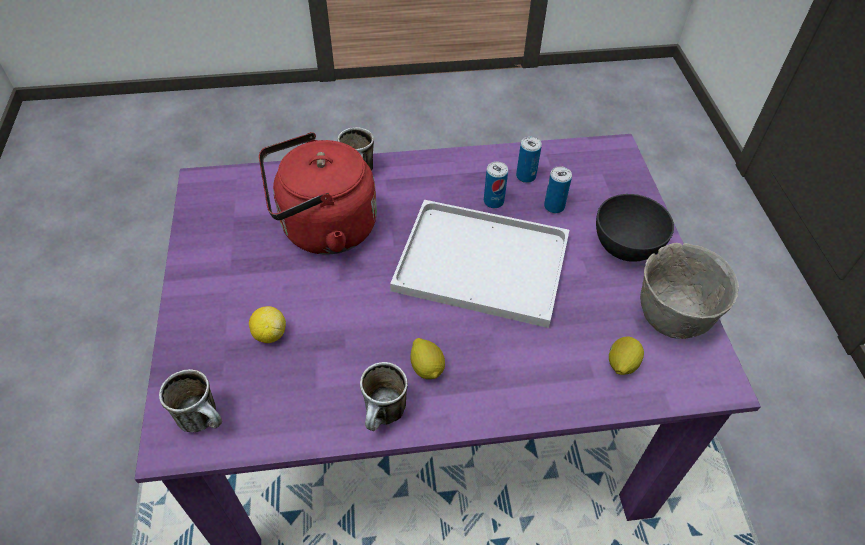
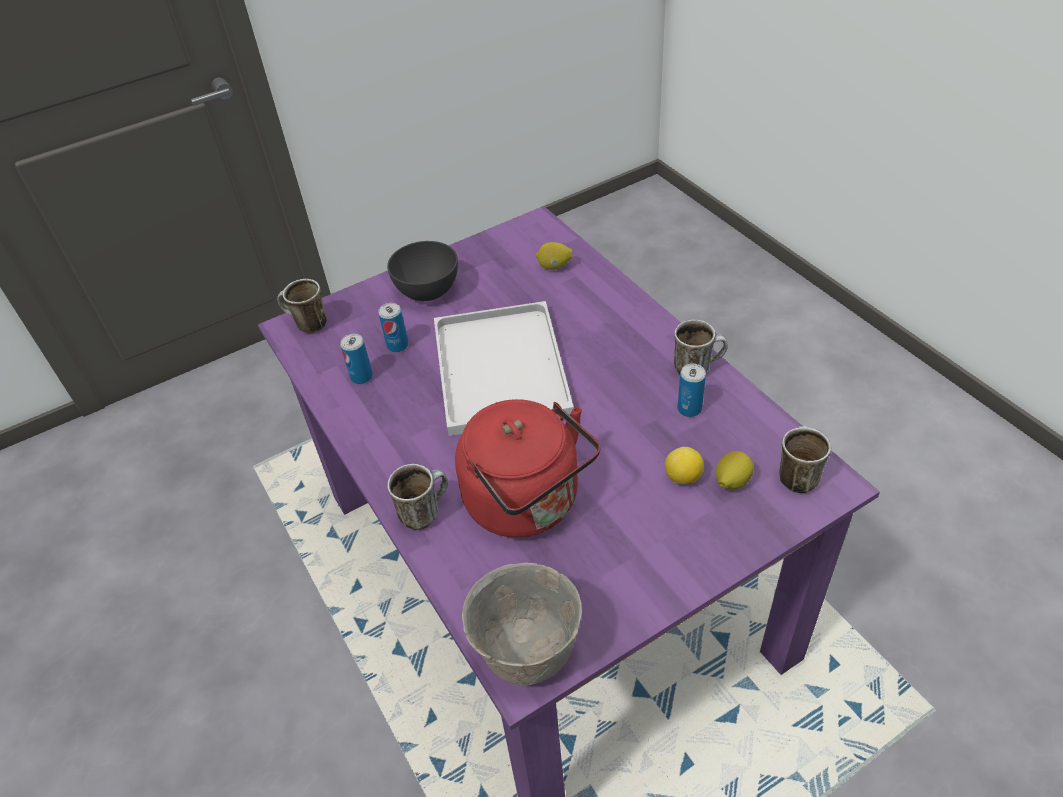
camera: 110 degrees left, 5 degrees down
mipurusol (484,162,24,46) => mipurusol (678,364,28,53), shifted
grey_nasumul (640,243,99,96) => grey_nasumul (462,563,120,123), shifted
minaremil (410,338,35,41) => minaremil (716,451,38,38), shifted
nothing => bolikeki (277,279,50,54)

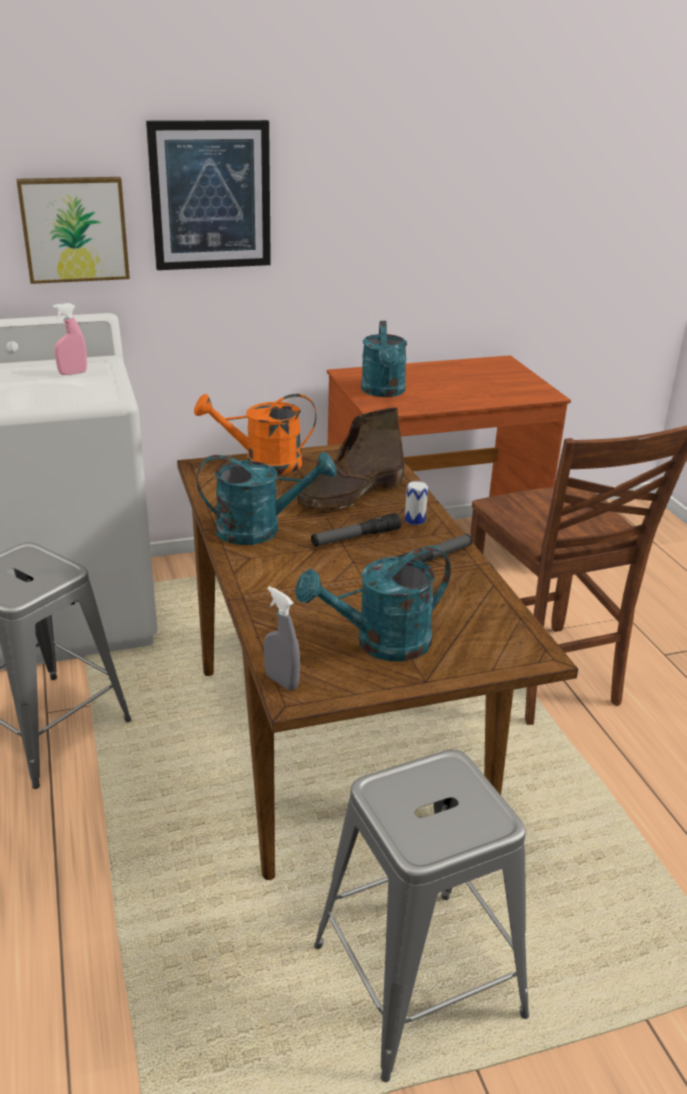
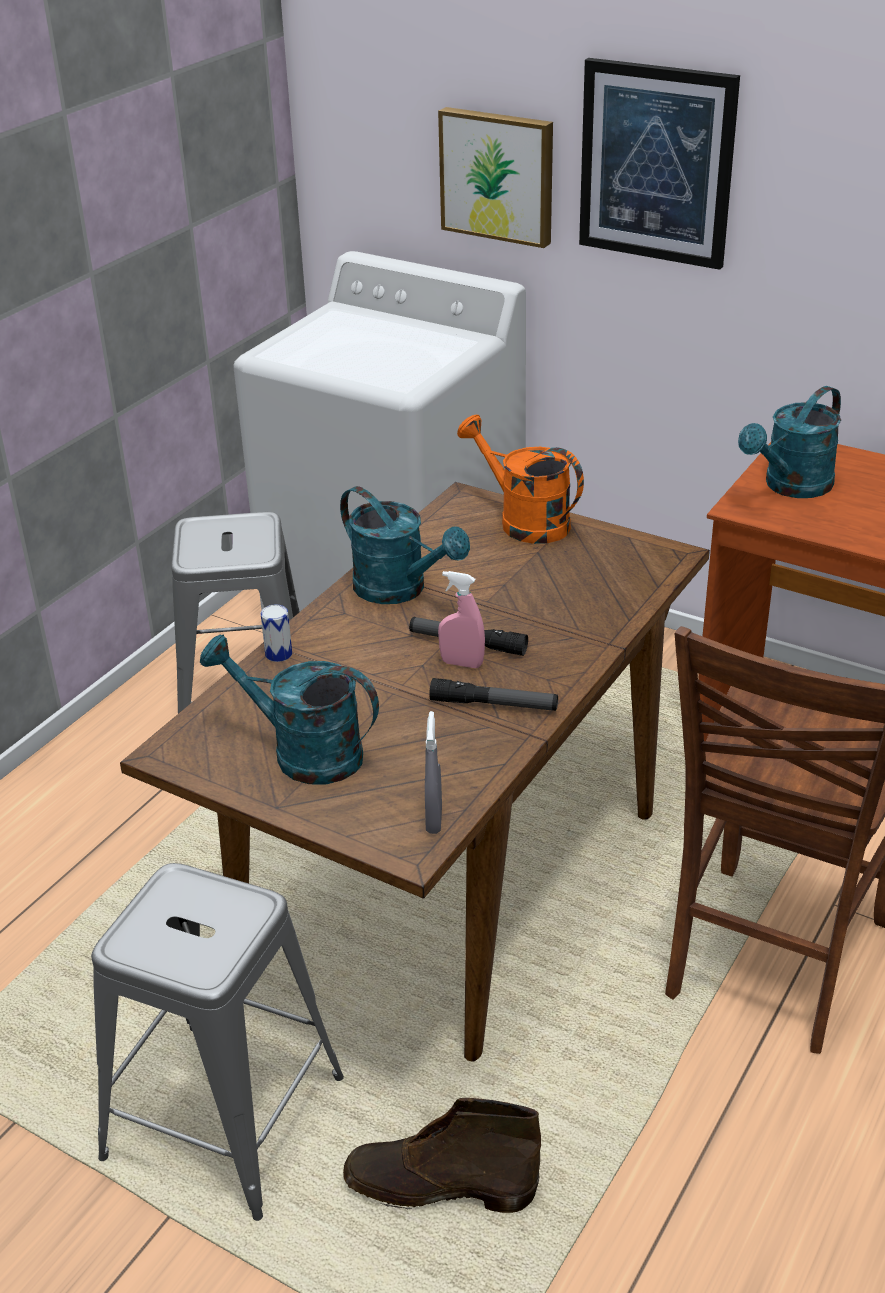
camera: 50 degrees right, 5 degrees up
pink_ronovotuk (53,303,34,72) => pink_ronovotuk (438,571,47,97), shifted
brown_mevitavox (297,407,107,103) => brown_mevitavox (343,1098,198,115), shifted
mipurusol (405,481,23,44) => mipurusol (261,604,31,58), shifted
grey_ronovotuk (263,586,37,104) => grey_ronovotuk (425,711,17,123), shifted

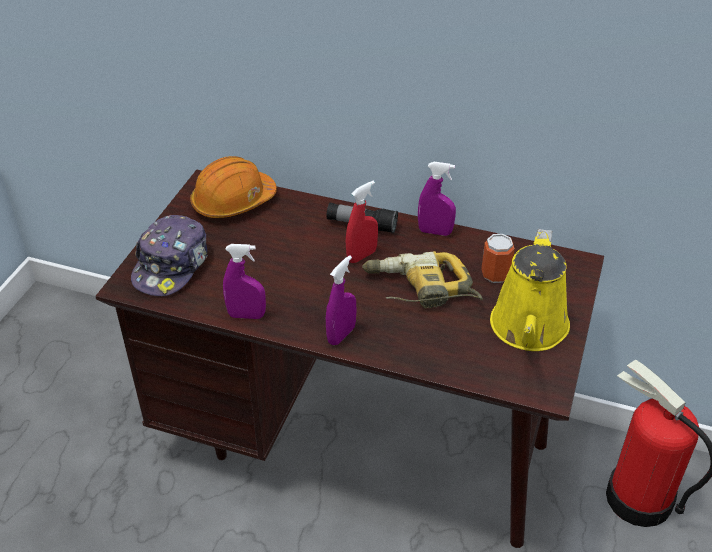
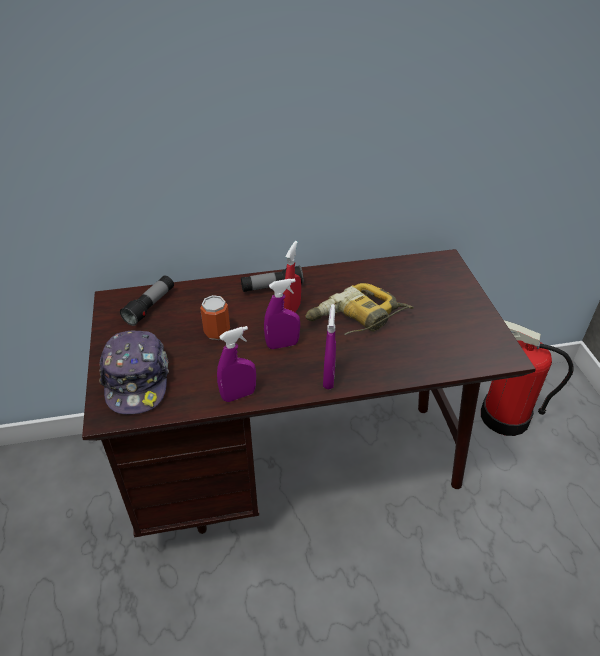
camera: 30 degrees left, 0 degrees up
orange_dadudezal (190,156,87,62) => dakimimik (120,275,54,51)
purple_ronovotuk (418,162,38,74) => purple_ronovotuk (264,278,36,71), shifted
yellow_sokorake (490,229,80,122) => nothing
mipurusol (481,234,34,49) => mipurusol (200,295,30,45), shifted

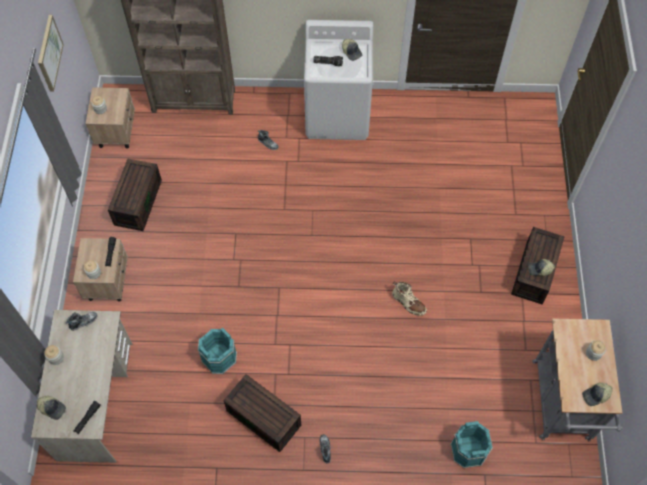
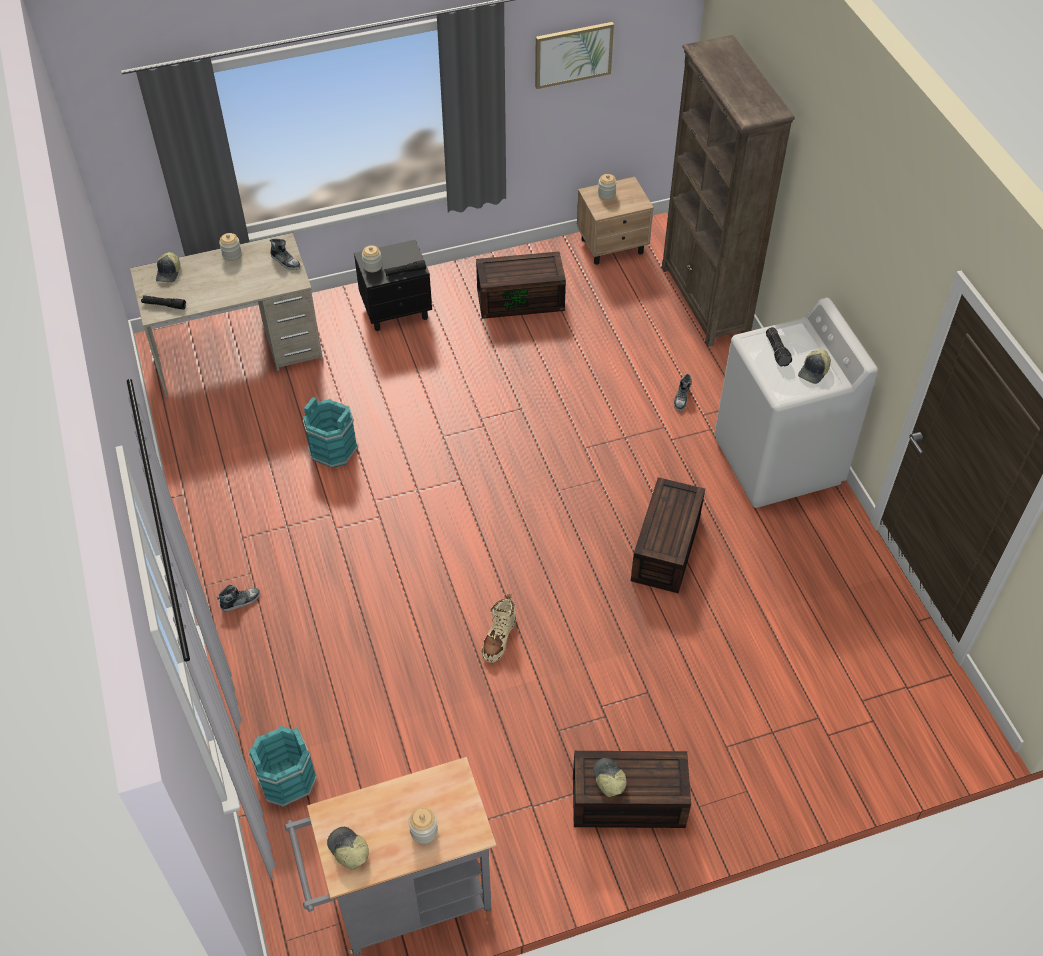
camera: 70 degrees right, 10 degrees down
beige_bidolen (73,238,55,64) => black_bidolen (354,240,78,91)
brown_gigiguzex (223,374,78,78) => brown_gigiguzex (631,477,74,116), shifted

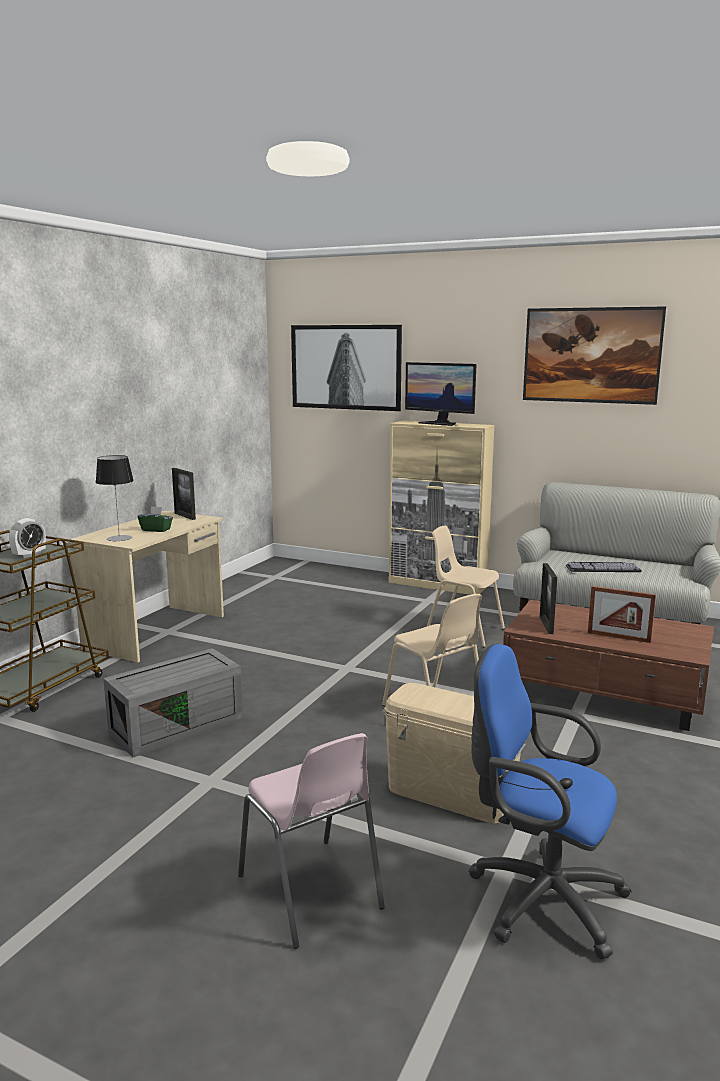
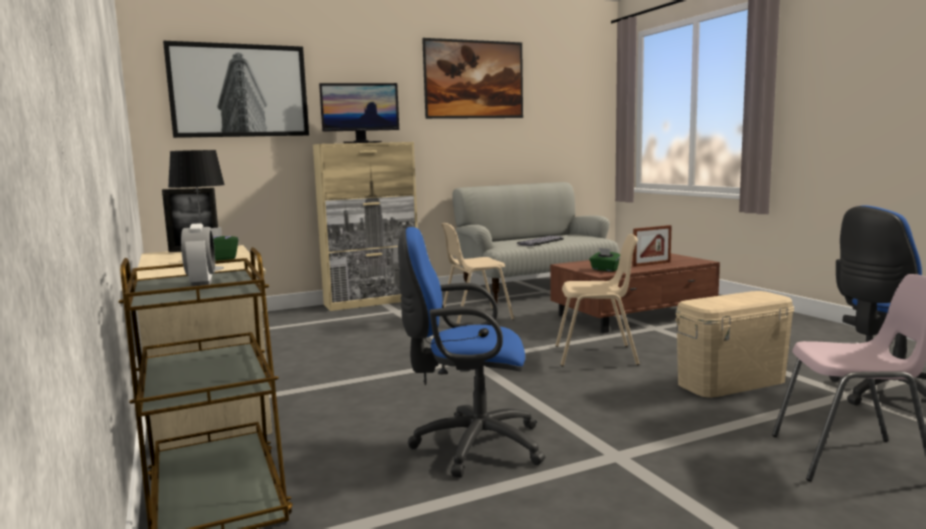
camera: 50 degrees left, 5 degrees down
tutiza (540,563,17,71) => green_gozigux (589,248,31,24)
grey_gigiguzex (103,648,140,109) => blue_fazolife (398,227,147,250)

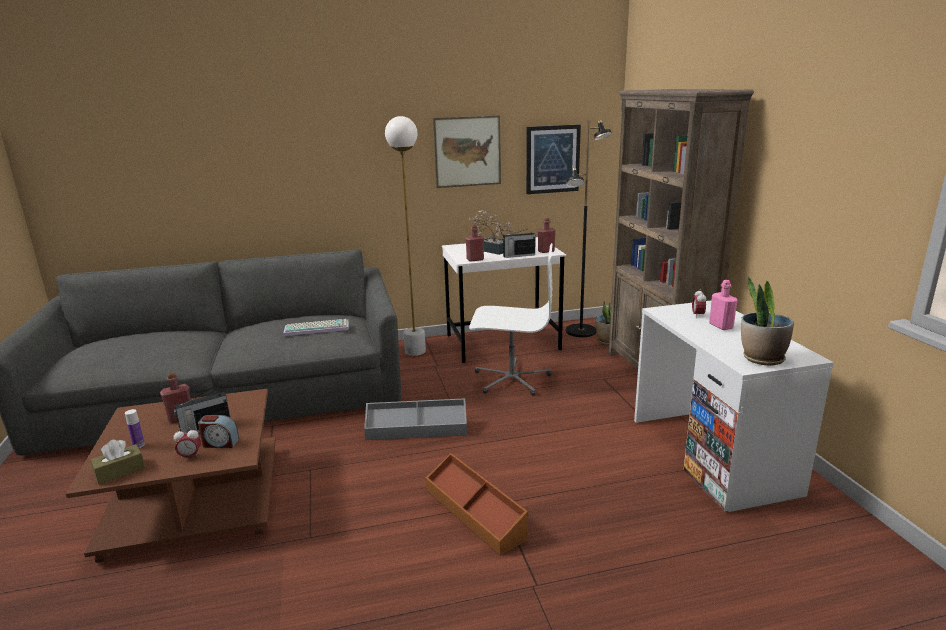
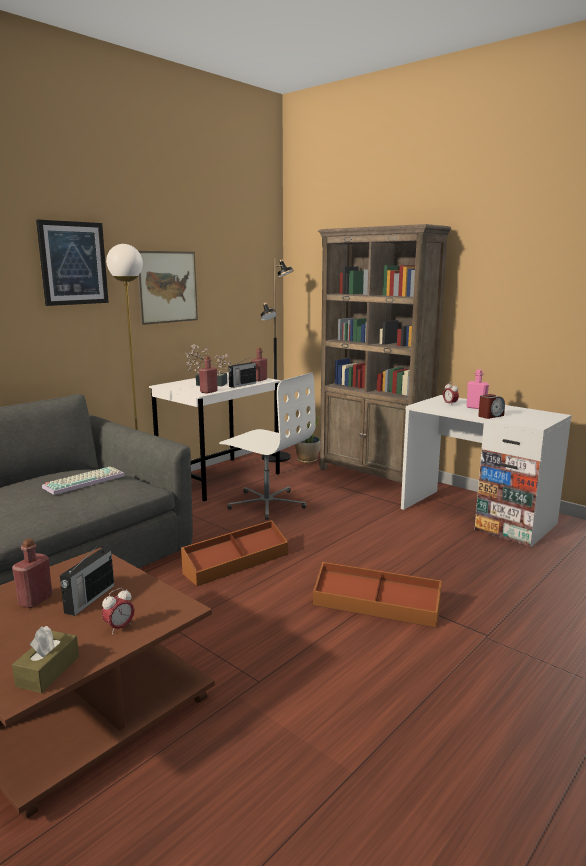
camera: 35 degrees left, 5 degrees down
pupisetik (526,124,55,70) => pupisetik (36,220,73,86), shifted
white_fazolife (469,243,84,153) => white_fazolife (219,372,97,148), 60 degrees clockwise
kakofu (741,277,53,89) => nothing
grey_gigiguzex (364,398,103,42) => brown_gigiguzex (181,520,107,66)
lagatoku (125,409,20,39) => nothing
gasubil (198,415,41,33) => gasubil (478,394,27,25), shifted

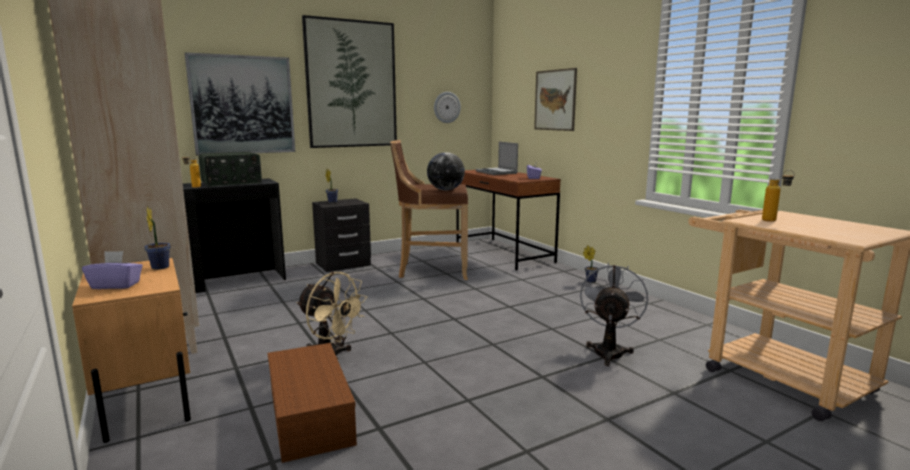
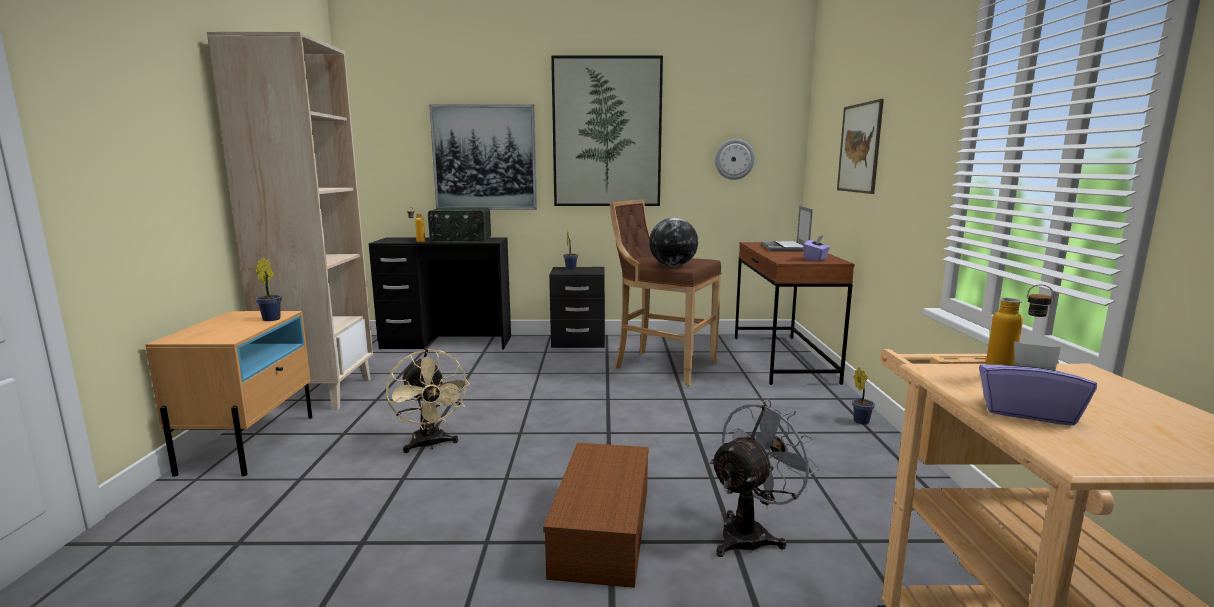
camera: 30 degrees right, 0 degrees up
purple_gozigux (82,251,61,38) => purple_gozigux (979,341,118,85), shifted
brown_gigiguzex (267,343,90,120) => brown_gigiguzex (543,443,106,145), shifted

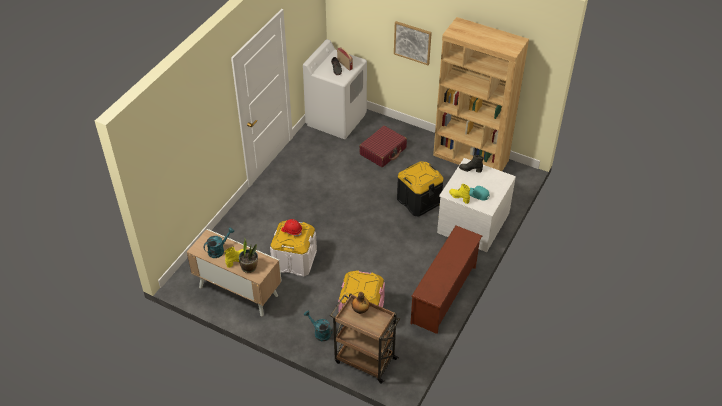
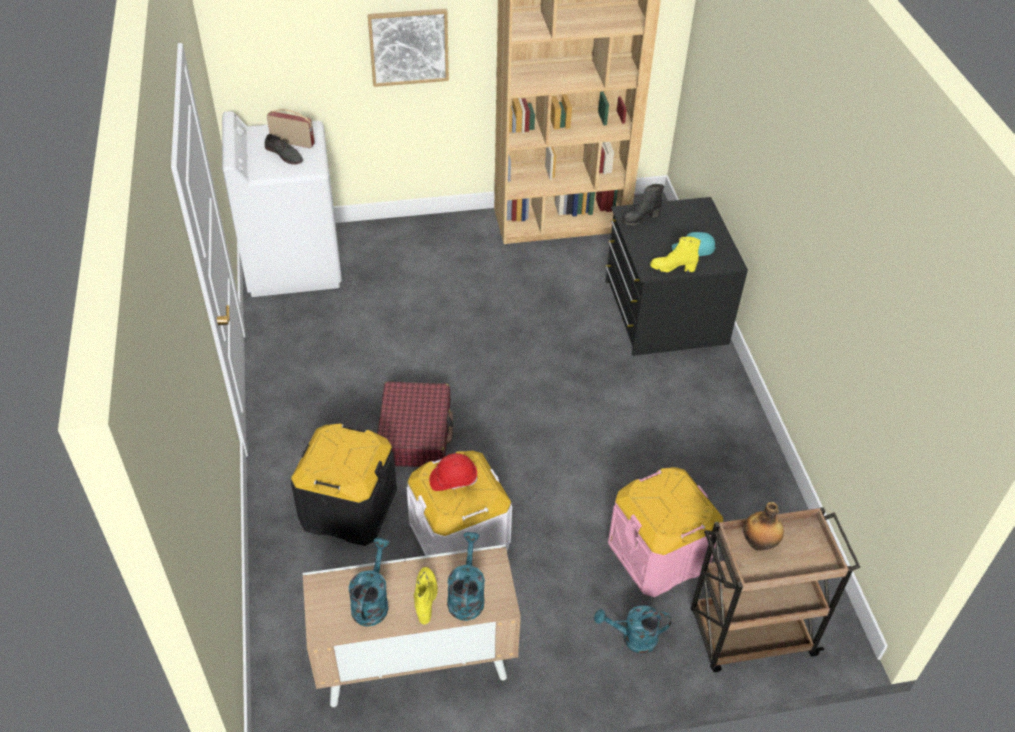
camera: 40 degrees left, 0 degrees up
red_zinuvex (359,126,48,41) => red_zinuvex (377,382,76,85), shifted
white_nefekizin (437,158,79,94) => black_nefekizin (605,197,143,159)
black_gigiguzex (397,161,47,56) => black_gigiguzex (291,423,106,123), shifted
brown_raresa (410,225,72,109) => nothing
kakofu (239,238,19,35) => turquoise_sokorake (447,532,38,89)

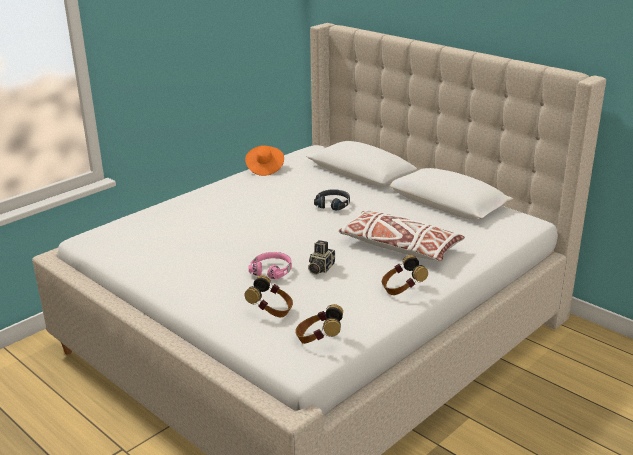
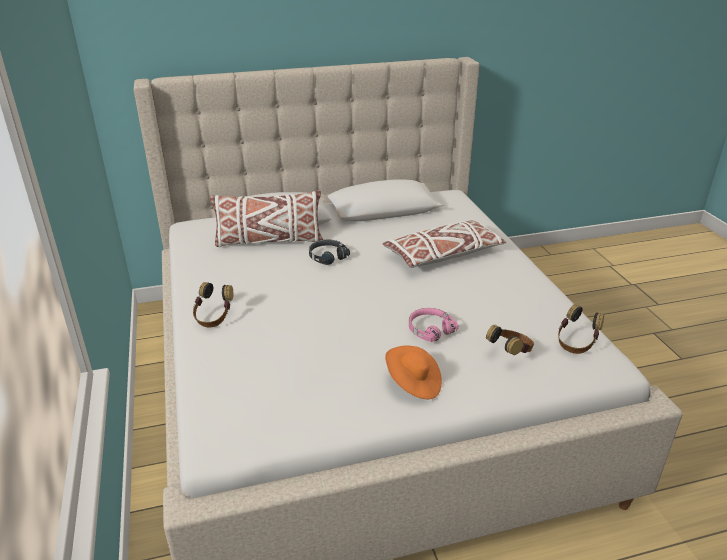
camera: 60 degrees left, 5 degrees up
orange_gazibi (245,145,39,31) => orange_gazibi (385,345,57,54), shifted
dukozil (308,240,27,35) => nothing
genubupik (382,255,46,40) => genubupik (193,282,41,46), shifted
nothing => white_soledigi (210,190,113,57)

